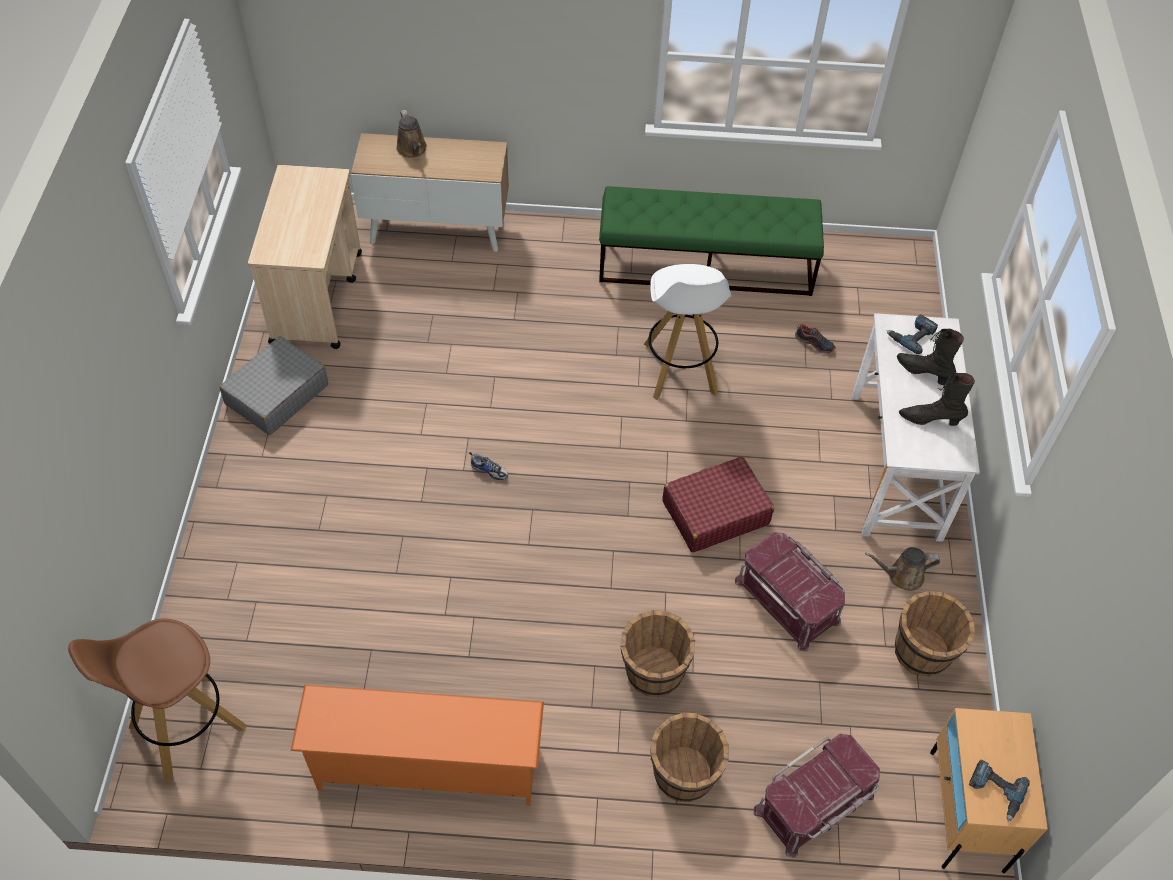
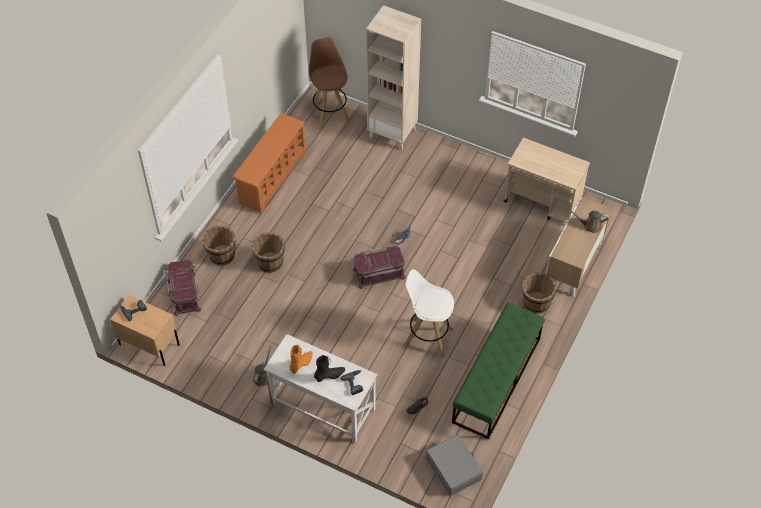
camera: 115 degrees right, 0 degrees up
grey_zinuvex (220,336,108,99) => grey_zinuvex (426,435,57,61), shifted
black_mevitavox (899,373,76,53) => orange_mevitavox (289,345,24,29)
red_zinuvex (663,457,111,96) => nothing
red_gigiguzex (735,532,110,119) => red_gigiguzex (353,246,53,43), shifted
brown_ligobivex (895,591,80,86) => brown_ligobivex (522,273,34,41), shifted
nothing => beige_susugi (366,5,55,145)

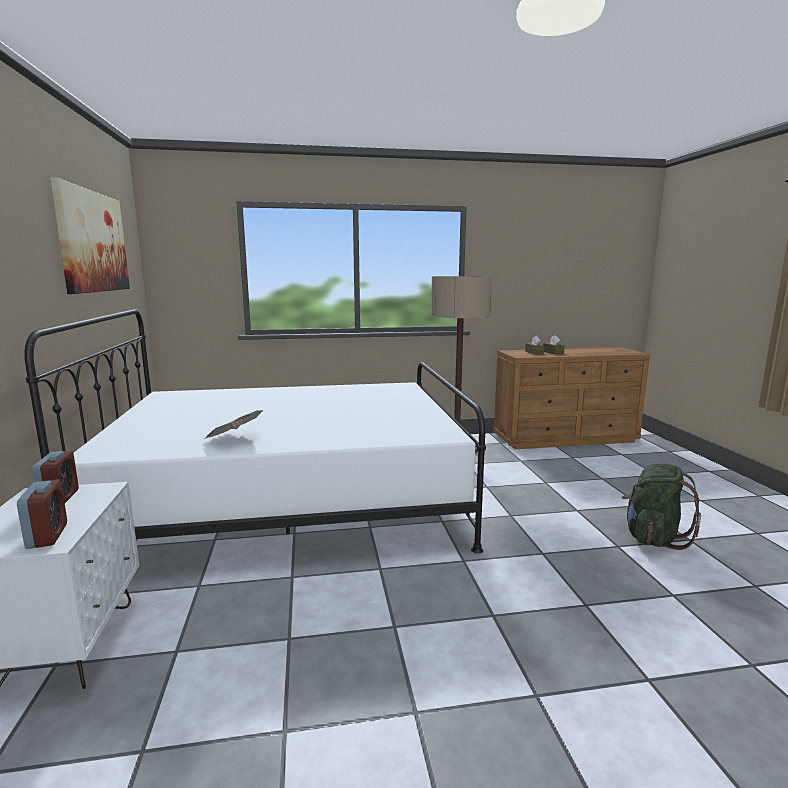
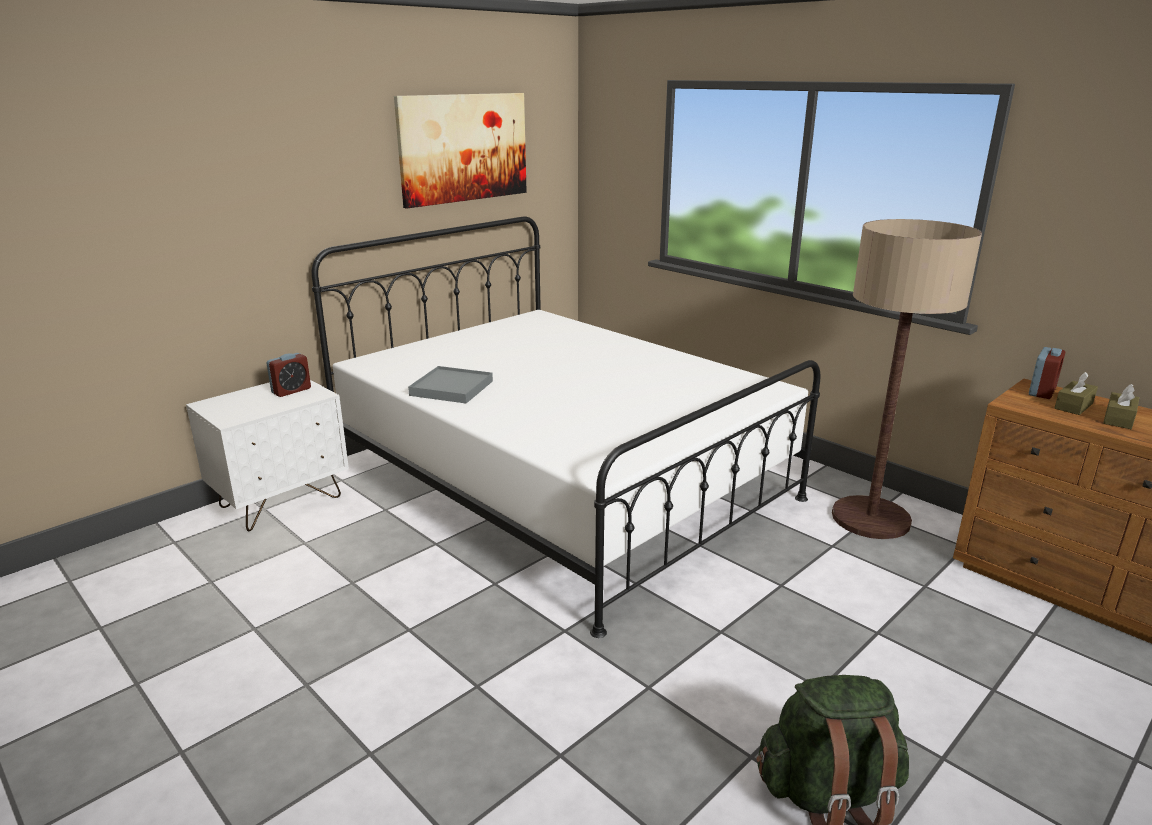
camera: 55 degrees right, 10 degrees up
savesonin (204,410,59,29) => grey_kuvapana (408,366,85,37)
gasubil (17,479,50,70) => gasubil (1029,347,36,52), shifted

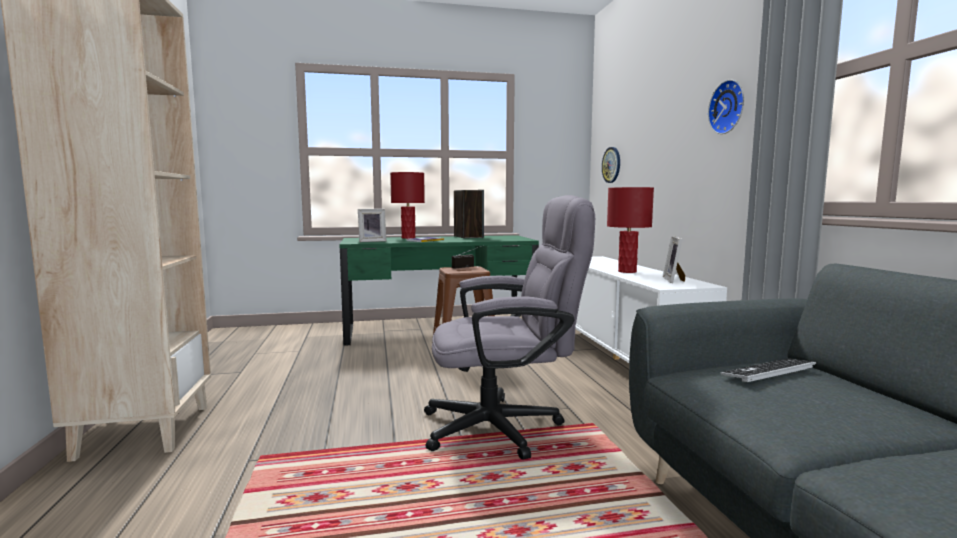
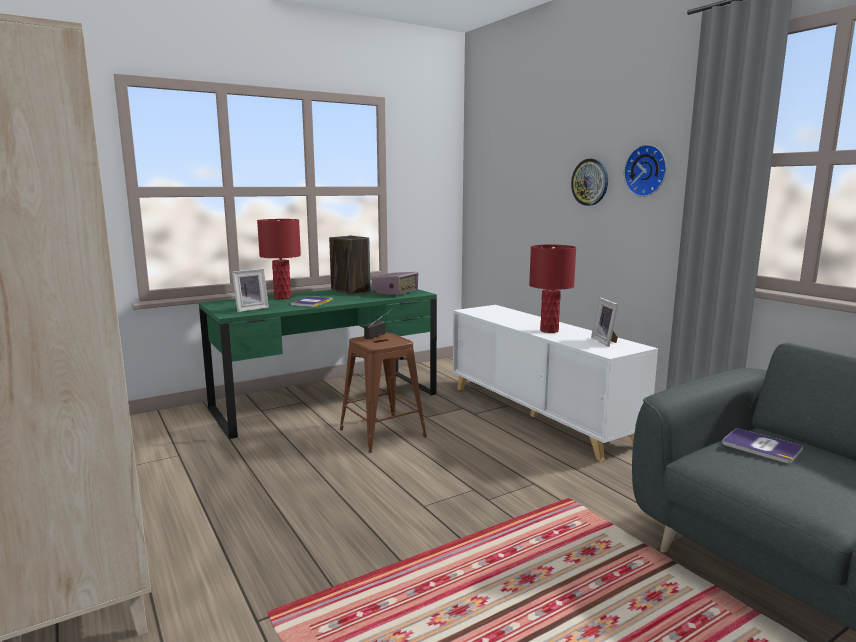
camera: 20 degrees left, 5 degrees up
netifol (602,147,18,36) => netifol (571,159,37,47), shifted
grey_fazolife (424,195,171,265) => nothing
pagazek (721,358,95,24) => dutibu (722,428,81,35)
nothing => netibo (372,272,46,24)

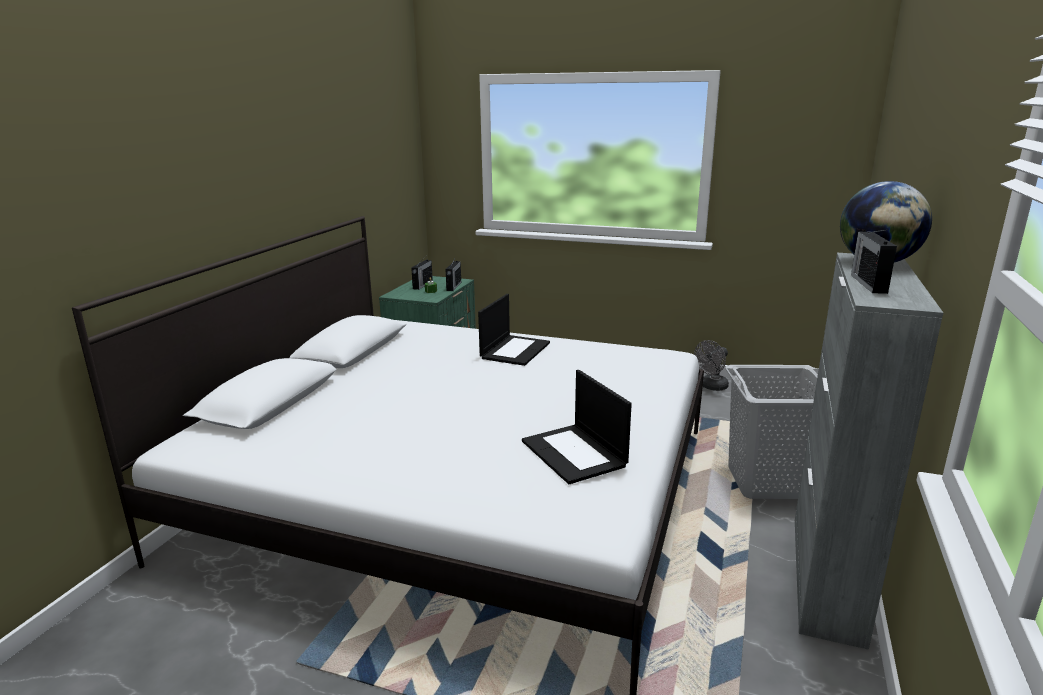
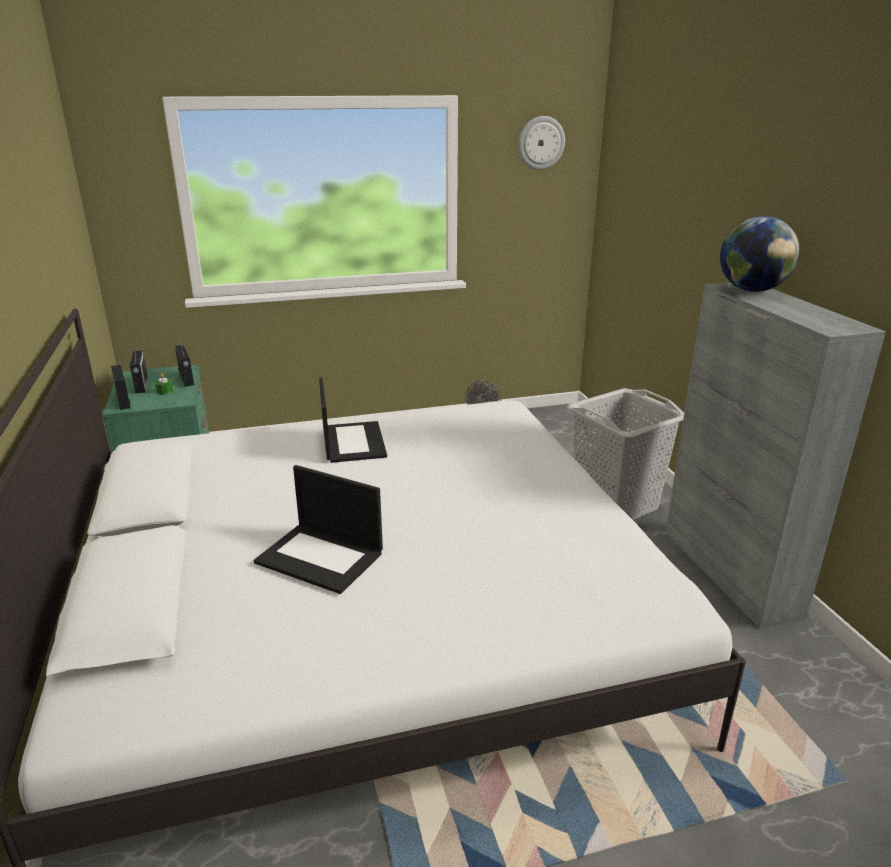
camera: 35 degrees left, 5 degrees up
netibo (851,230,46,64) => netibo (111,365,19,45), shifted
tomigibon (522,370,110,114) => tomigibon (254,465,129,129), shifted
nothing => netifol (518,116,47,54)

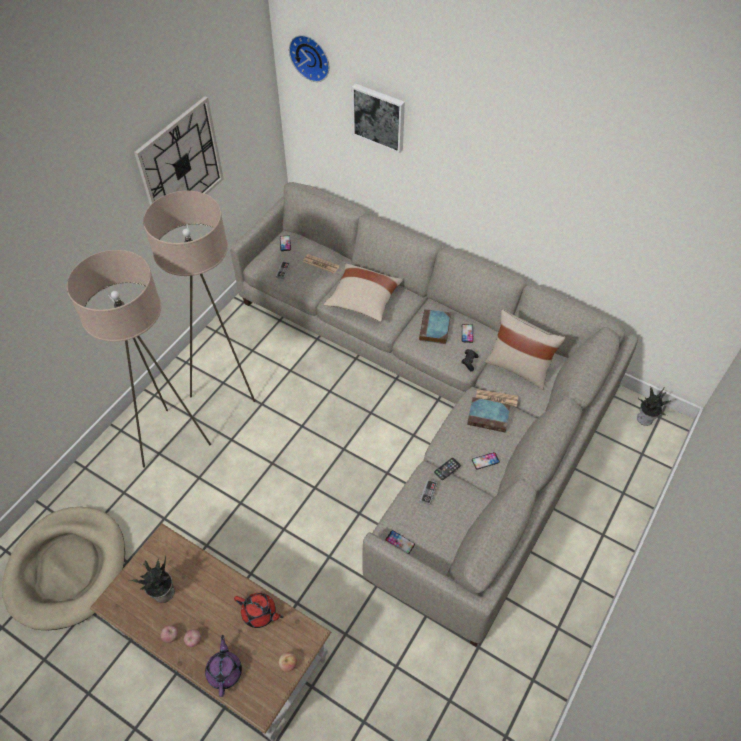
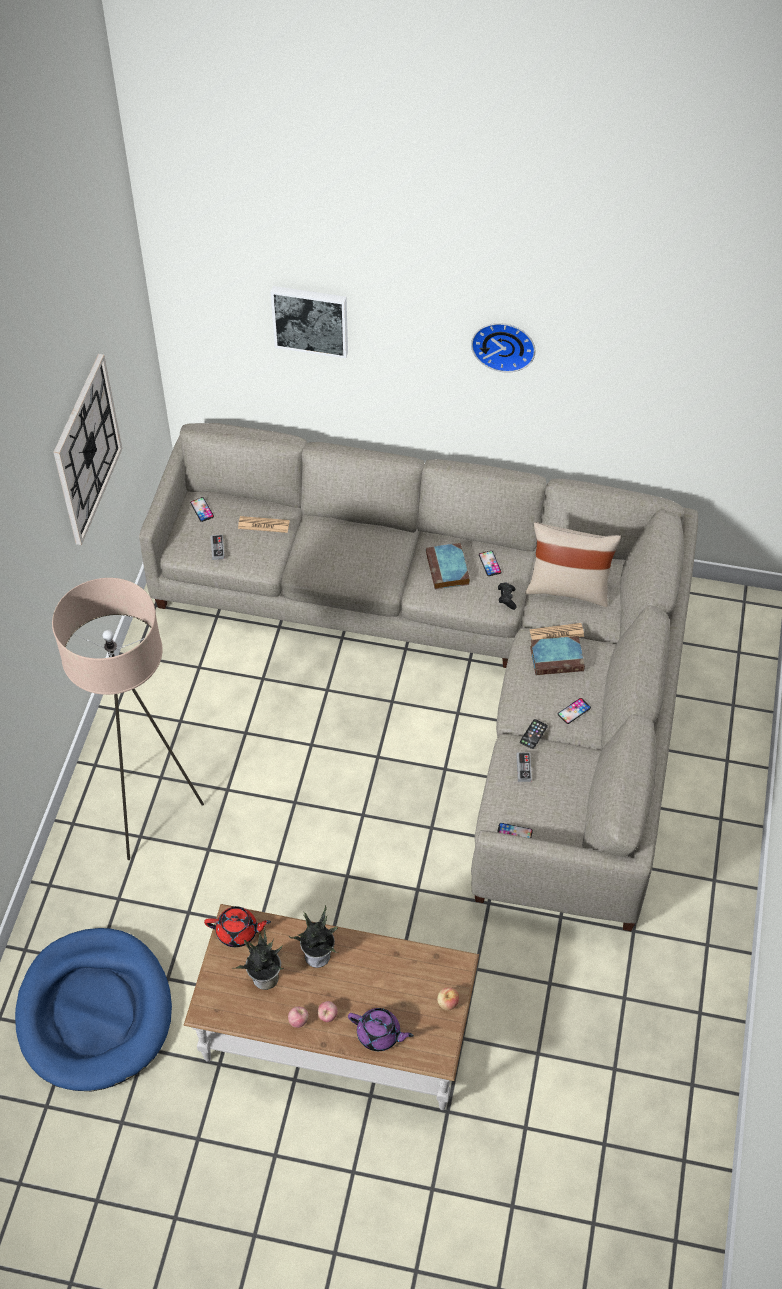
camera: 20 degrees left, 0 degrees up
netifol (289,35,40,47) => netifol (471,323,64,50), shifted
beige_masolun (143,191,112,211) => nothing
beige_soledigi (324,263,79,59) => nothing
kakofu (637,386,33,40) => kakofu (289,905,49,63), shifted
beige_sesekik (2,507,123,123) => blue_sesekik (15,928,157,163)
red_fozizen (234,593,50,35) => red_fozizen (204,906,67,41), shifted
purple_fozizen (205,635,37,62) => purple_fozizen (348,1008,66,43), 135 degrees clockwise

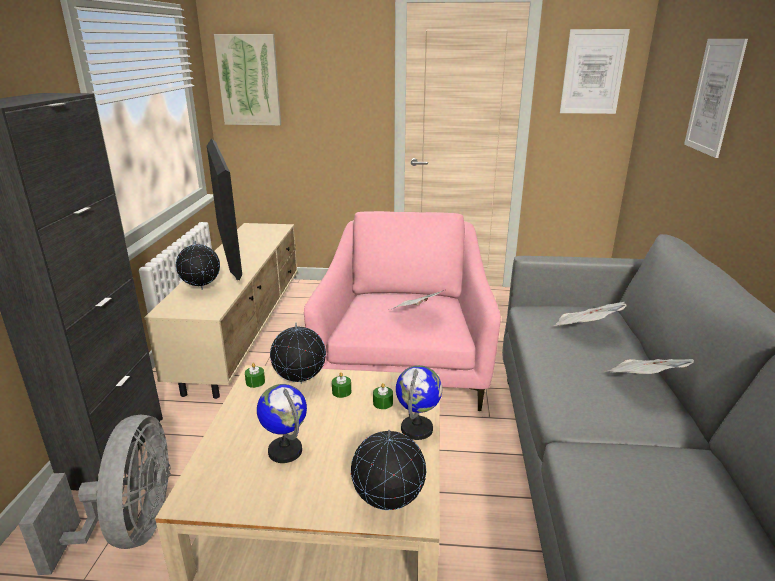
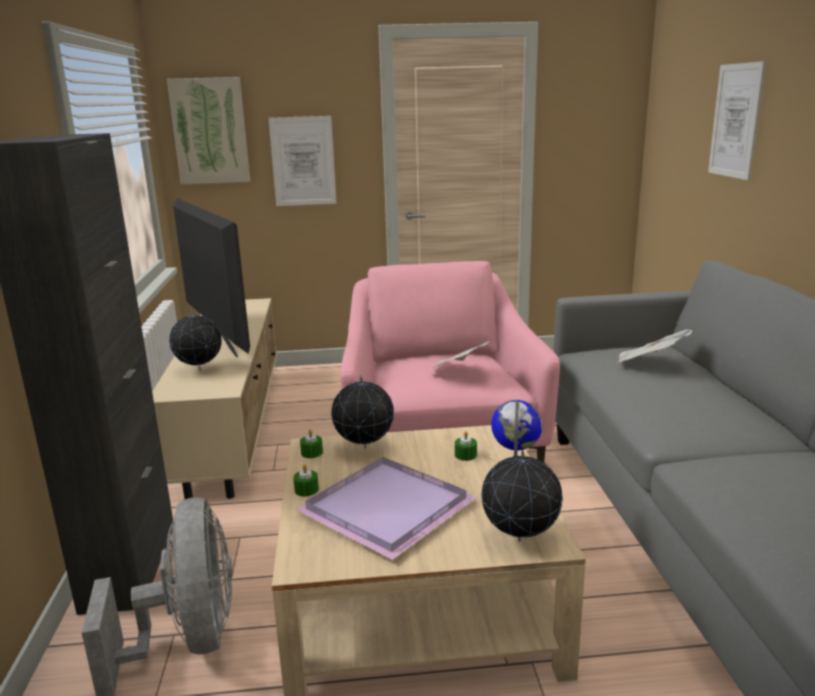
camera: 10 degrees left, 5 degrees down
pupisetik (560,29,70,85) => pupisetik (268,116,69,90), shifted
savesonin (606,359,88,15) => nothing
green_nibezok (332,372,19,26) => green_nibezok (293,464,26,32), shifted
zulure (257,384,50,79) => purple_kuvapana (295,457,182,103)

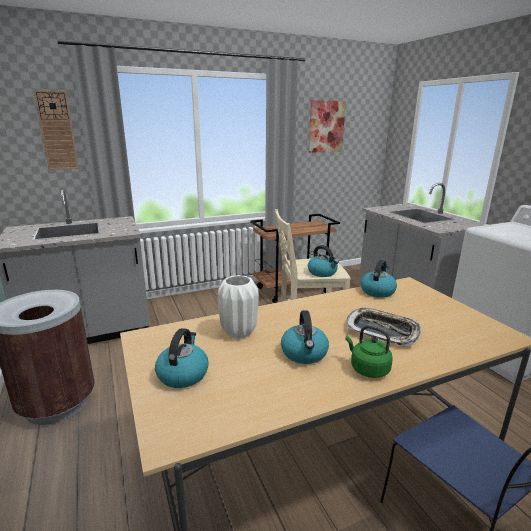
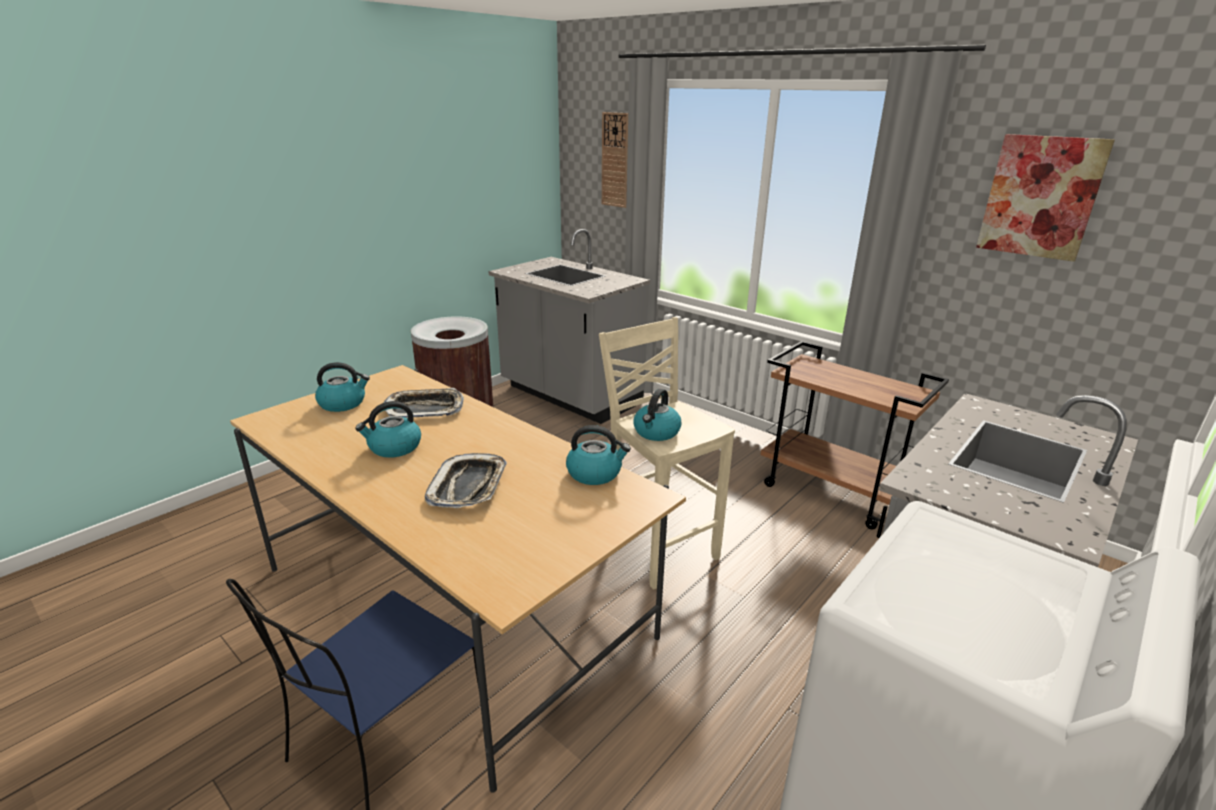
camera: 65 degrees right, 5 degrees up
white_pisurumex (217,275,42,64) => kuvapana (384,388,80,30)
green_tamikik (345,325,48,53) => nothing

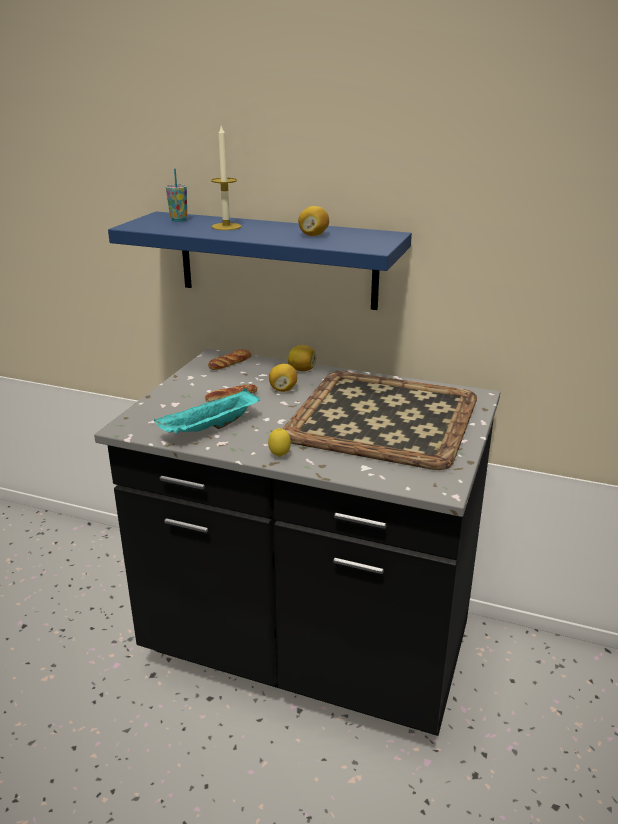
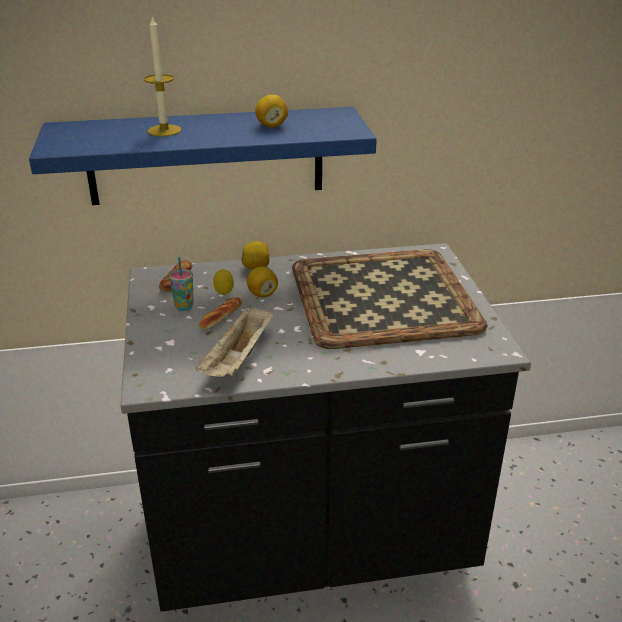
camera: 30 degrees left, 5 degrees up
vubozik (166,169,21,53) => vubozik (169,257,25,54), shifted
turquoise_kuvapana (154,388,106,46) => beige_kuvapana (196,305,78,72)
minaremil (268,428,23,29) => minaremil (213,269,21,26), shifted

